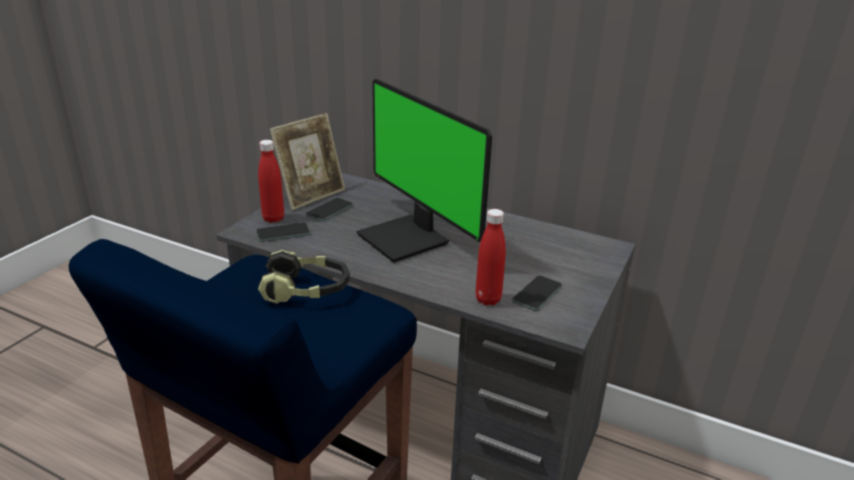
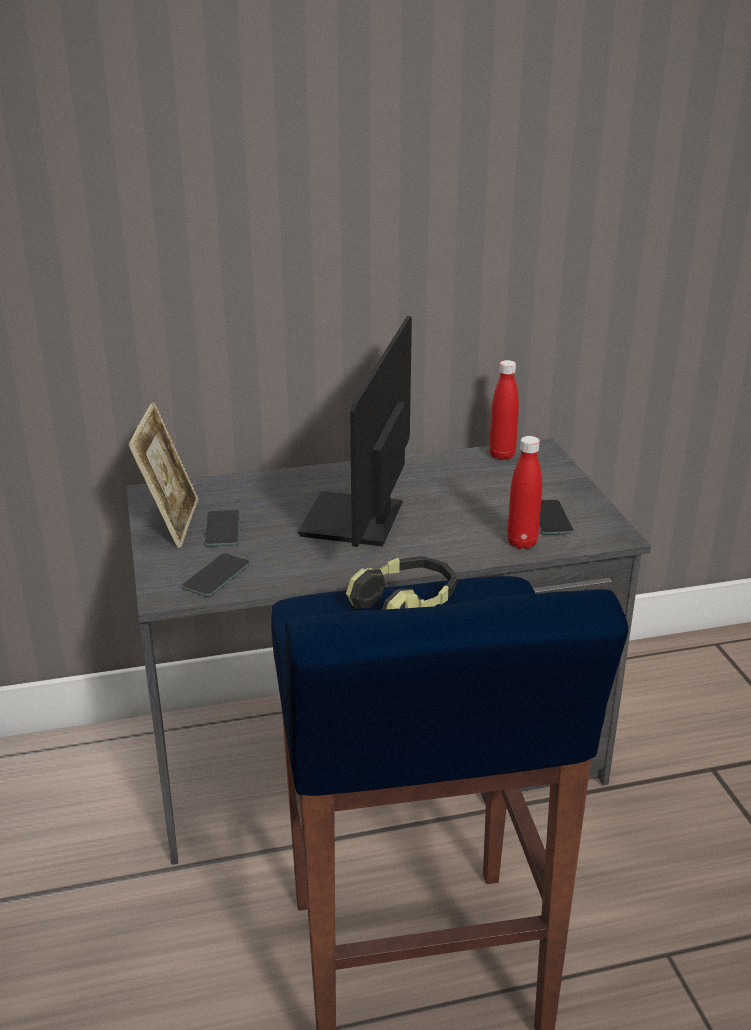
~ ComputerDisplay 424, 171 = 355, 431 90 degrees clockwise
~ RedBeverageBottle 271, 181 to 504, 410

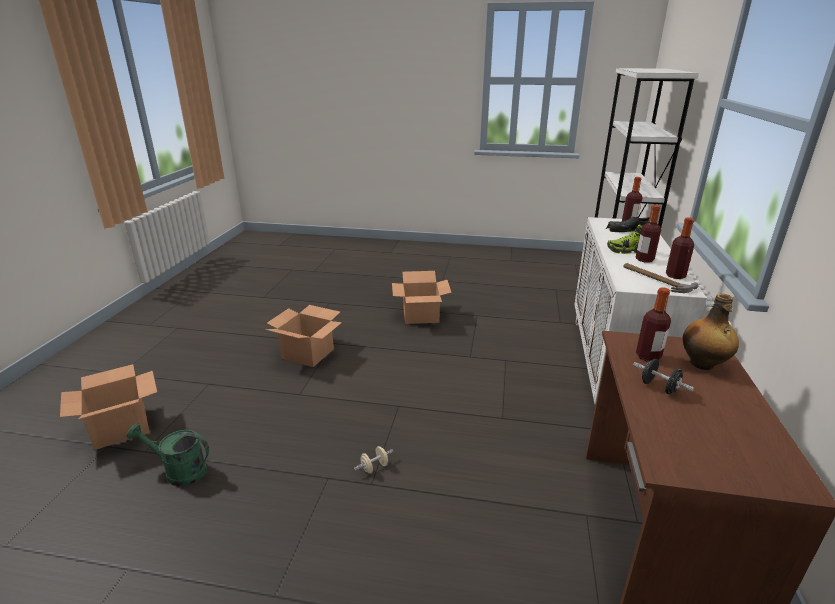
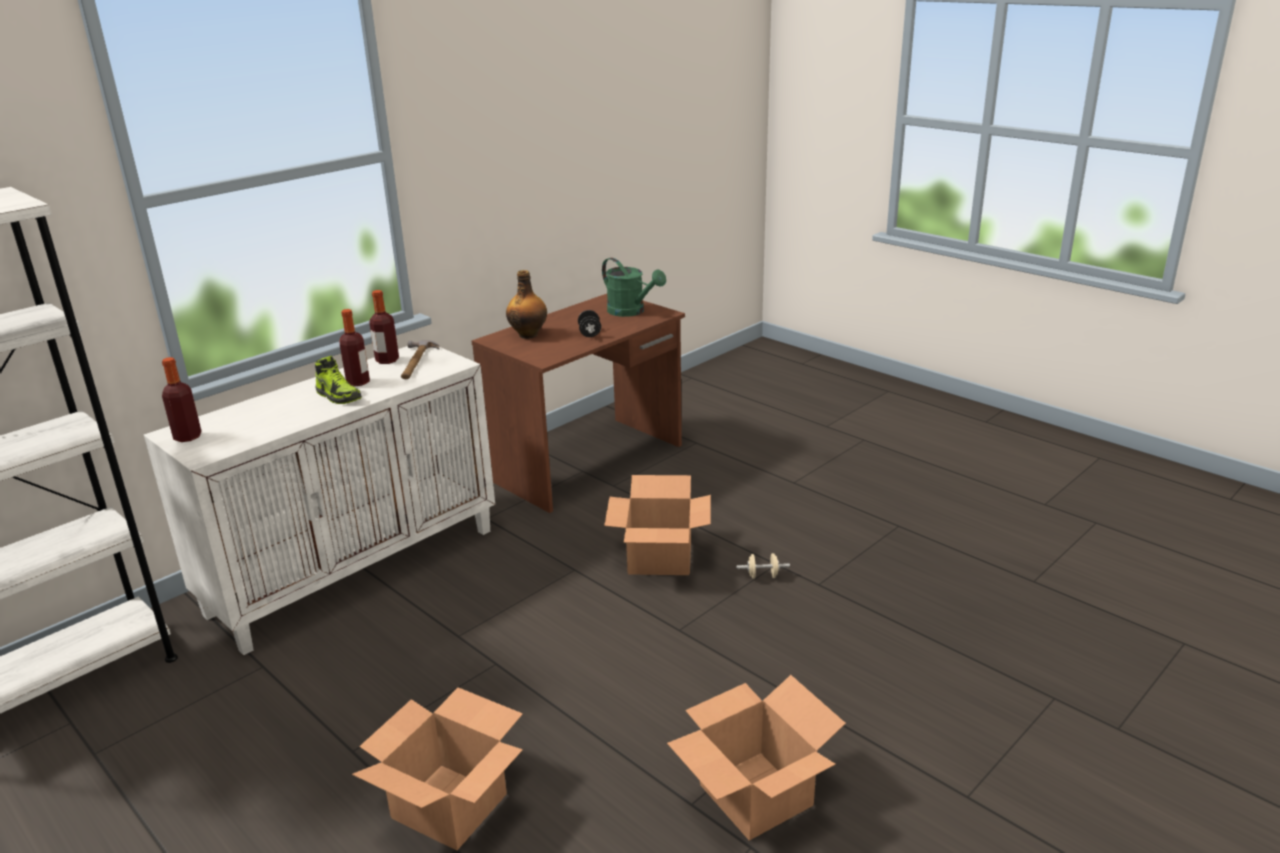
- BlackShoe 628, 224
- BeverageBottle 653, 324
~ Carton 108, 407 to 657, 525
~ GreenWateringPot 168, 454 to 634, 287

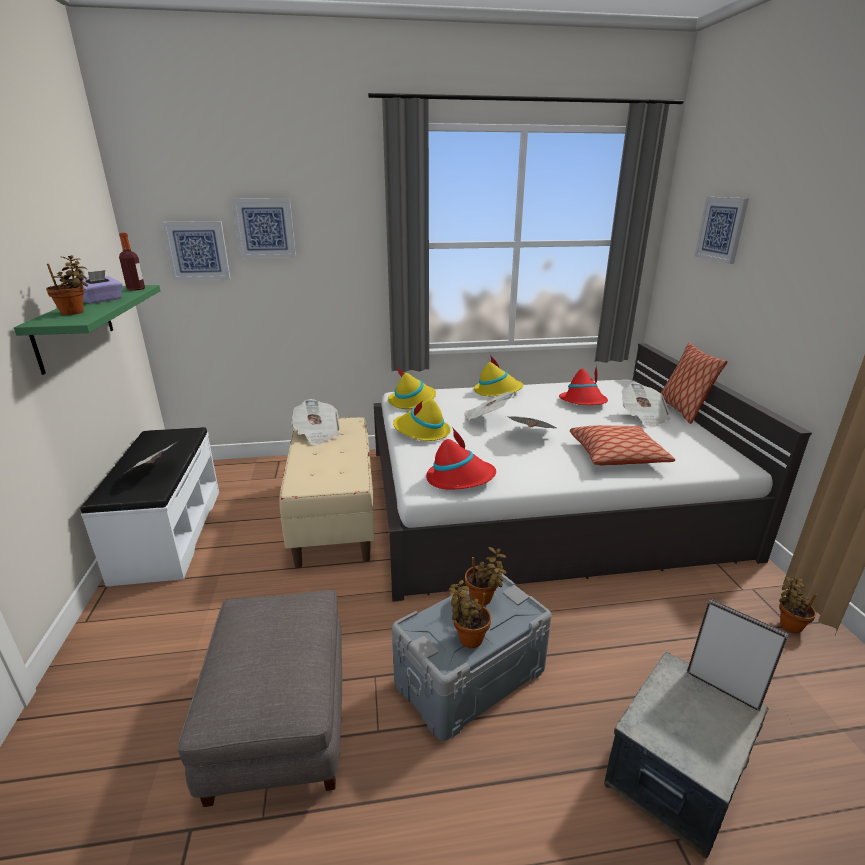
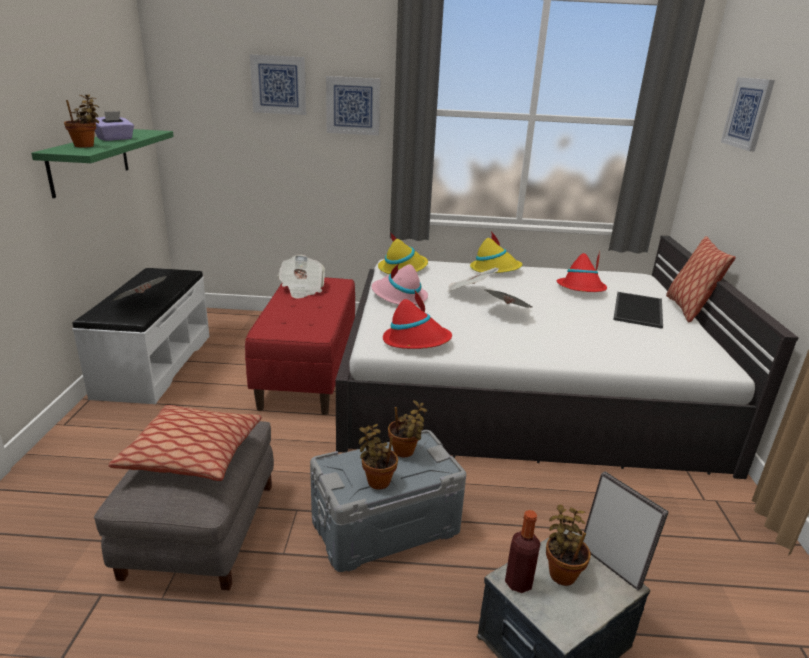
~ WallPicture 196, 250 to 353, 105
~ BeverageBottle 132, 262 to 522, 551
~ DailyPaper 645, 405 to ServingTray 638, 310
~ YellowishHat 422, 420 to PinkHat 400, 284
~ BeigeIndoorBench 327, 492 to RedIndoorBench 300, 346
~ Pillow 622, 445 to 185, 443
~ PottedPlant 798, 605 to 568, 545

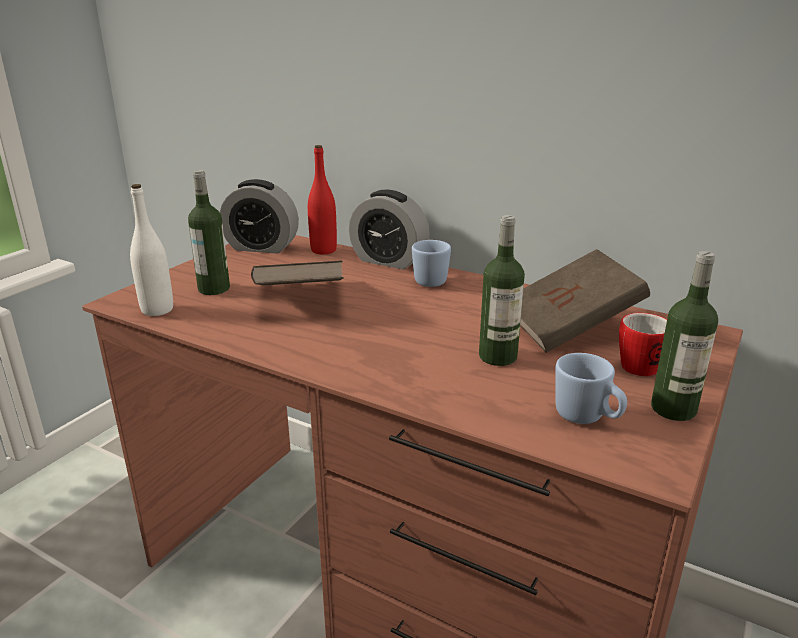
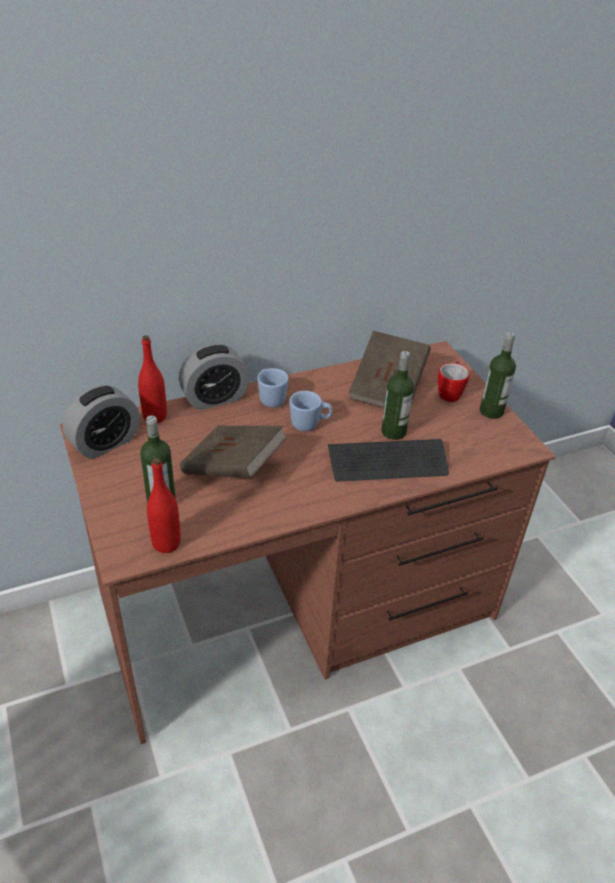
~ WhiteColouredBeverageBottle 151, 250 to RedBeverageBottle 164, 505
~ BlueColouredCoffeeMug 591, 388 to 310, 411
+ PcKeyboard 388, 460

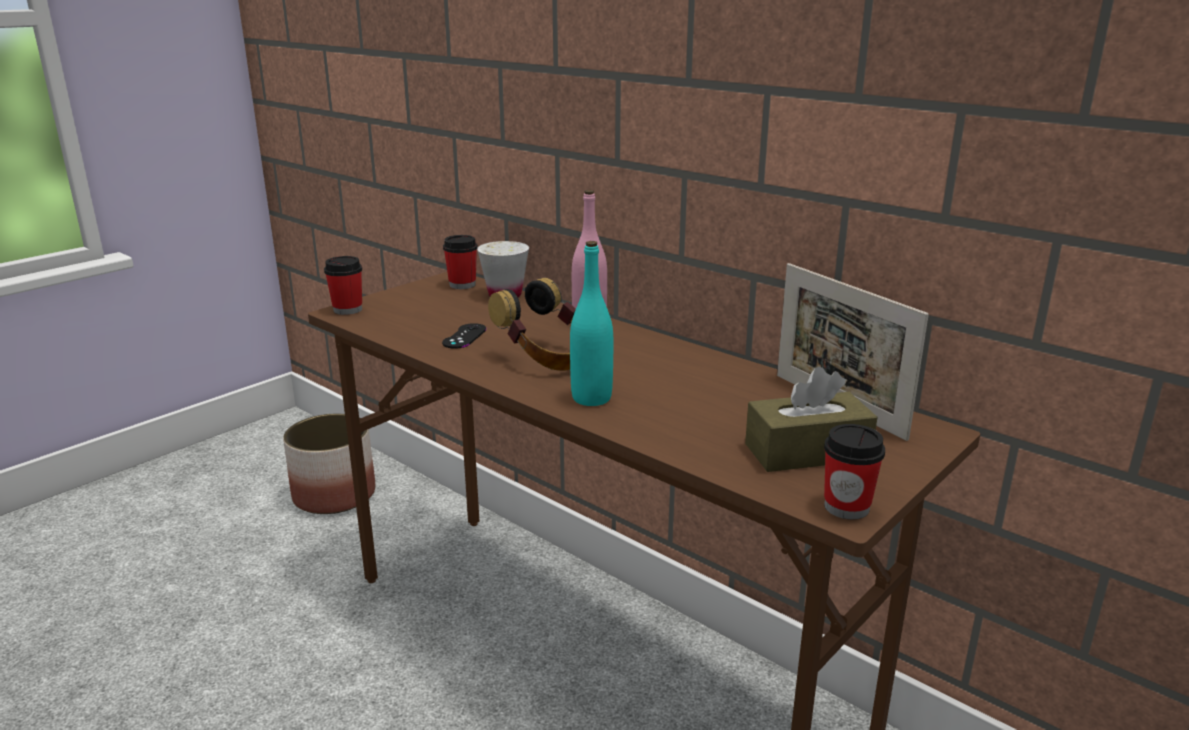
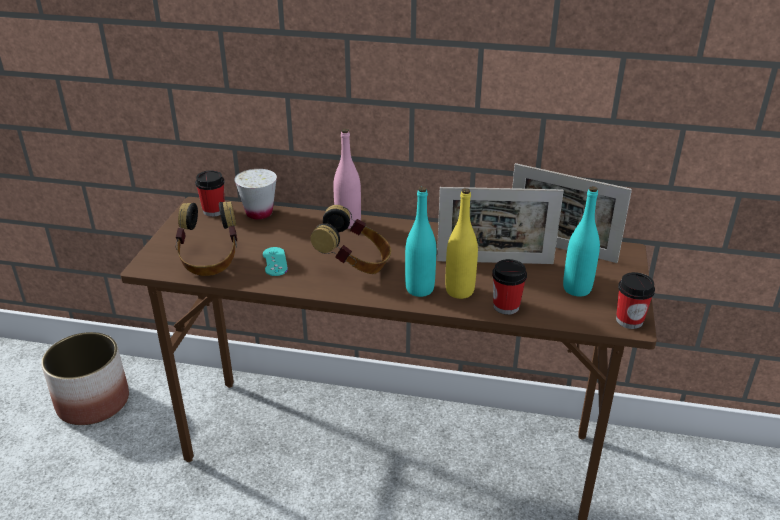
~ DrinkingCup 343, 285 to 509, 287
~ BlackGamepad 464, 336 to BlueGreenGamepad 275, 261
~ BrownBoxOfTissues 811, 419 to BlueGreenBeverageBottle 581, 241
+ StandingFrame 500, 225
+ YellowishBeverageBottle 462, 243
+ Headphones 206, 238

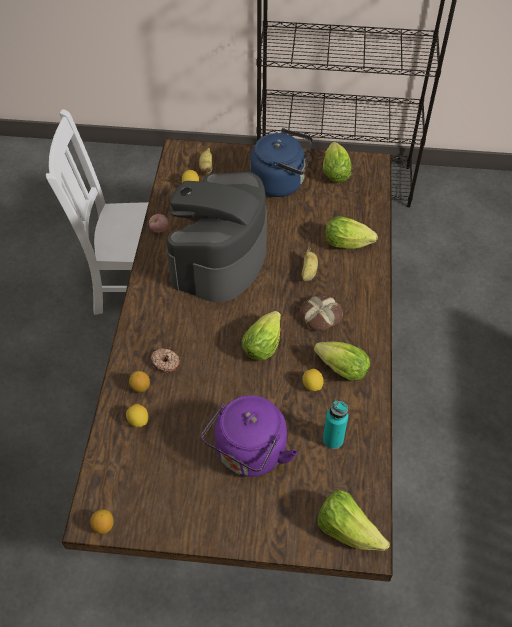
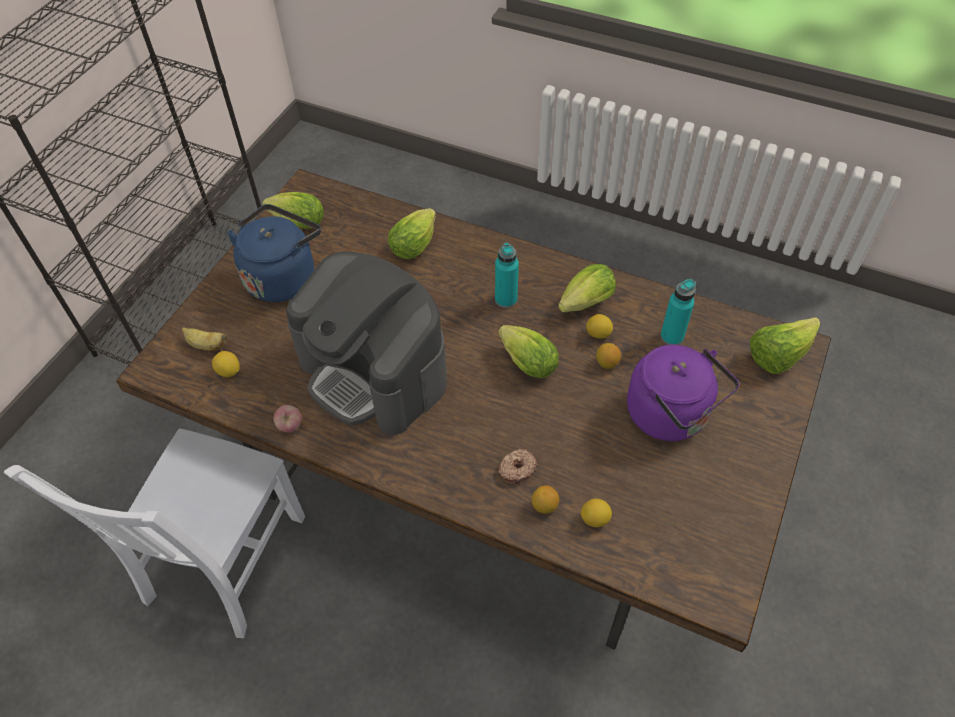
- WholeBanana 310, 264
~ BakeryBread 321, 312 to BlueGreenBeverageBottle 507, 275
~ CitrusFruit 102, 521 to 608, 356

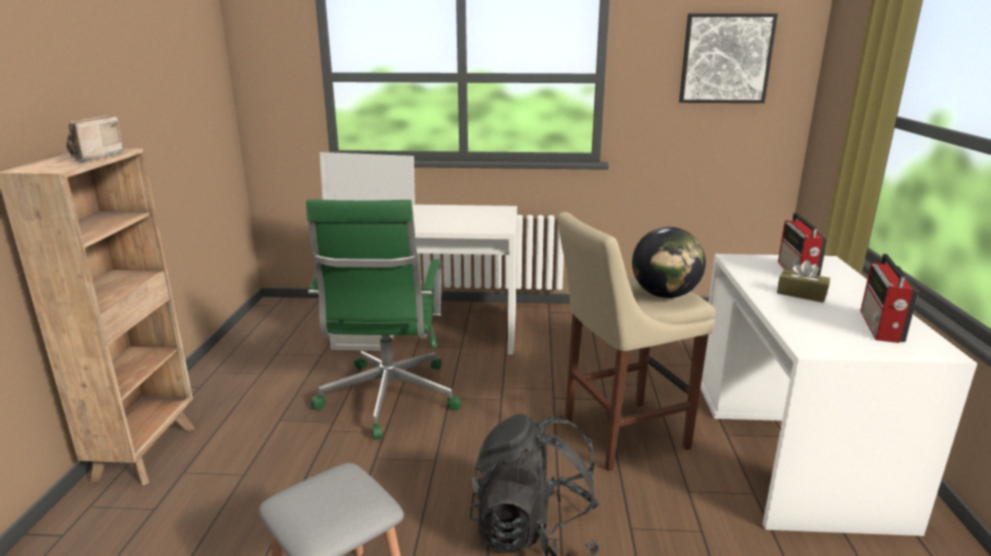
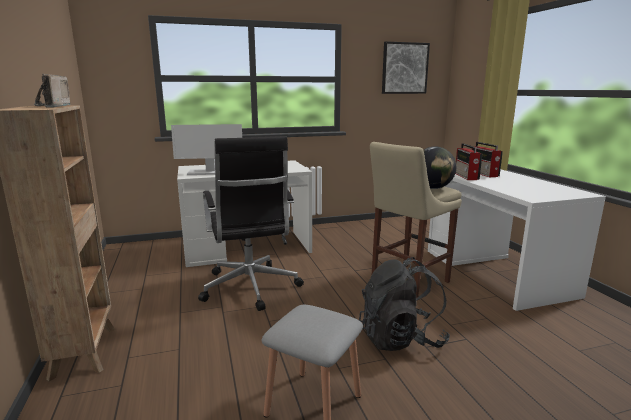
~ GreenDeskChair 383, 319 to BlackDeskChair 251, 223
~ RadioReceiver 889, 298 to 468, 161
- BrownBoxOfTissues 803, 281

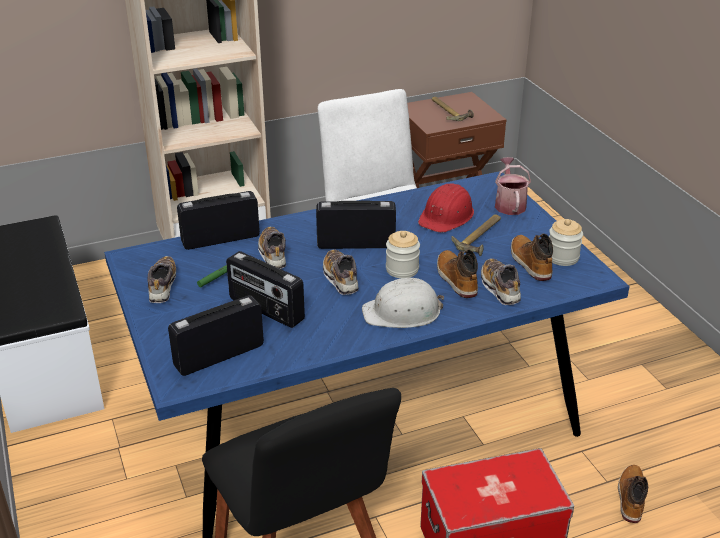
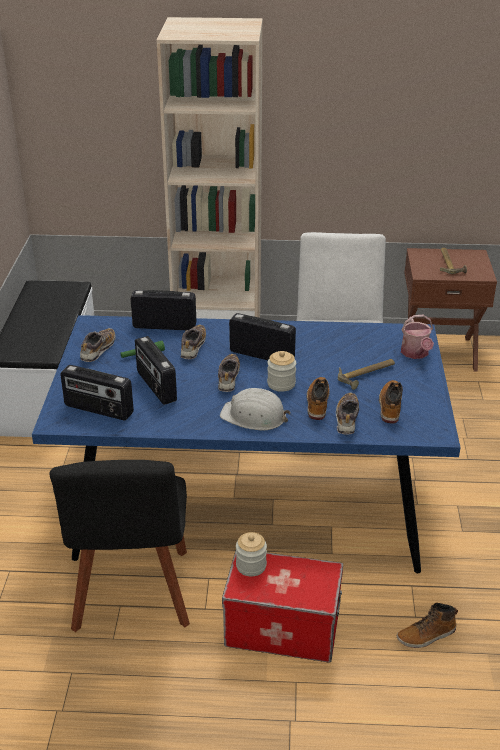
~ WateringPot 513, 186 = 417, 337 150 degrees clockwise
- RedSafetyHelmet 446, 208
~ PreserveJar 566, 242 to 251, 554
~ RadioReceiver 216, 335 = 97, 392 150 degrees counterclockwise
~ TallBoot 633, 494 = 427, 625 150 degrees counterclockwise

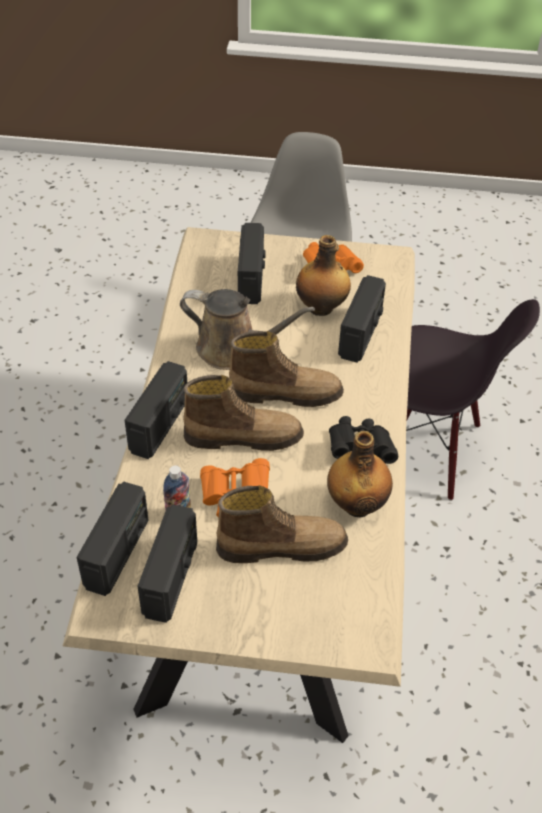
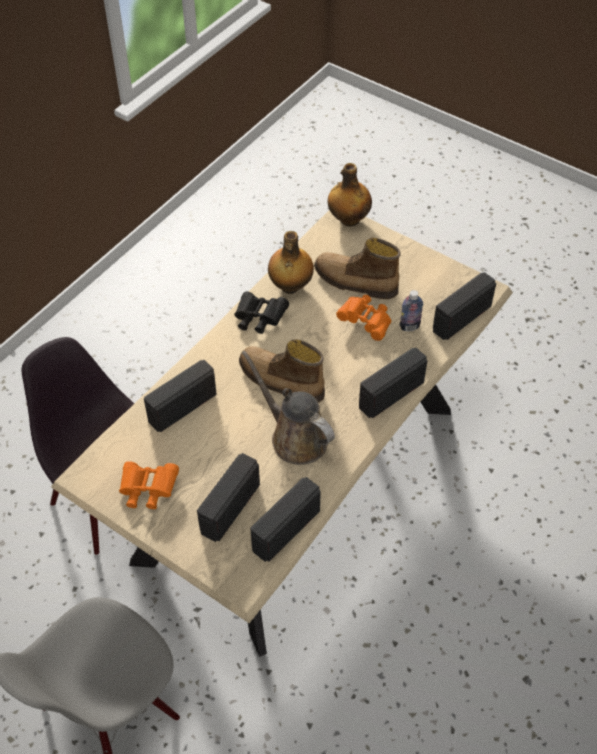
~ BeverageBottle 323, 275 to 350, 195
- TallBoot 243, 413
~ RadioReceiver 167, 564 to 285, 519

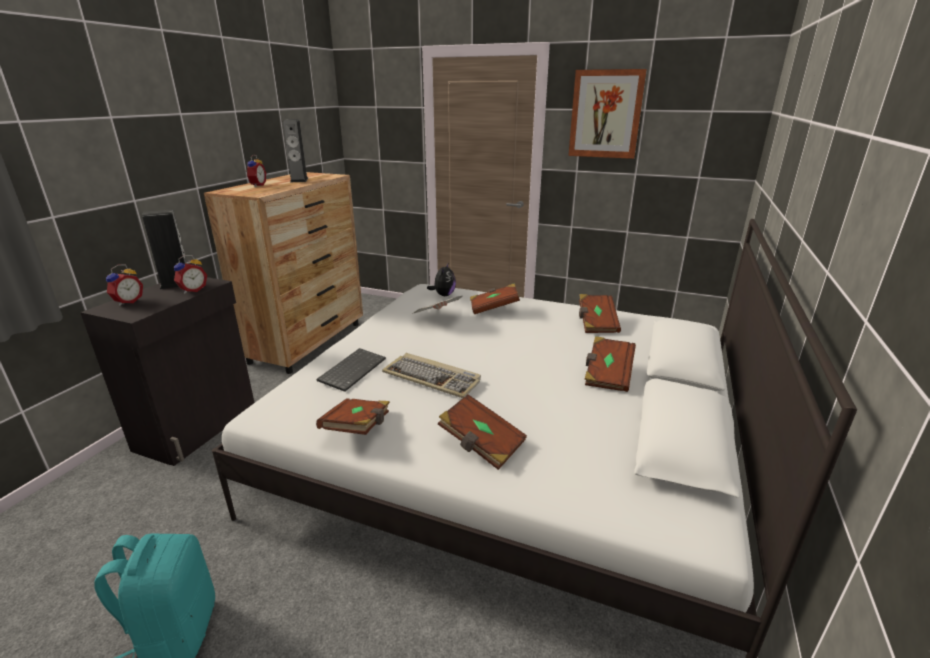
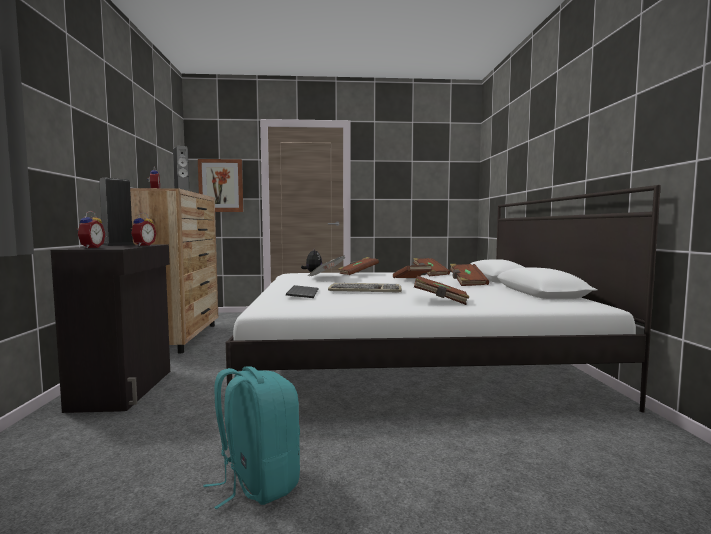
~ WallPicture 607, 114 to 220, 185
~ BrownBoundBook 353, 416 to 412, 271

